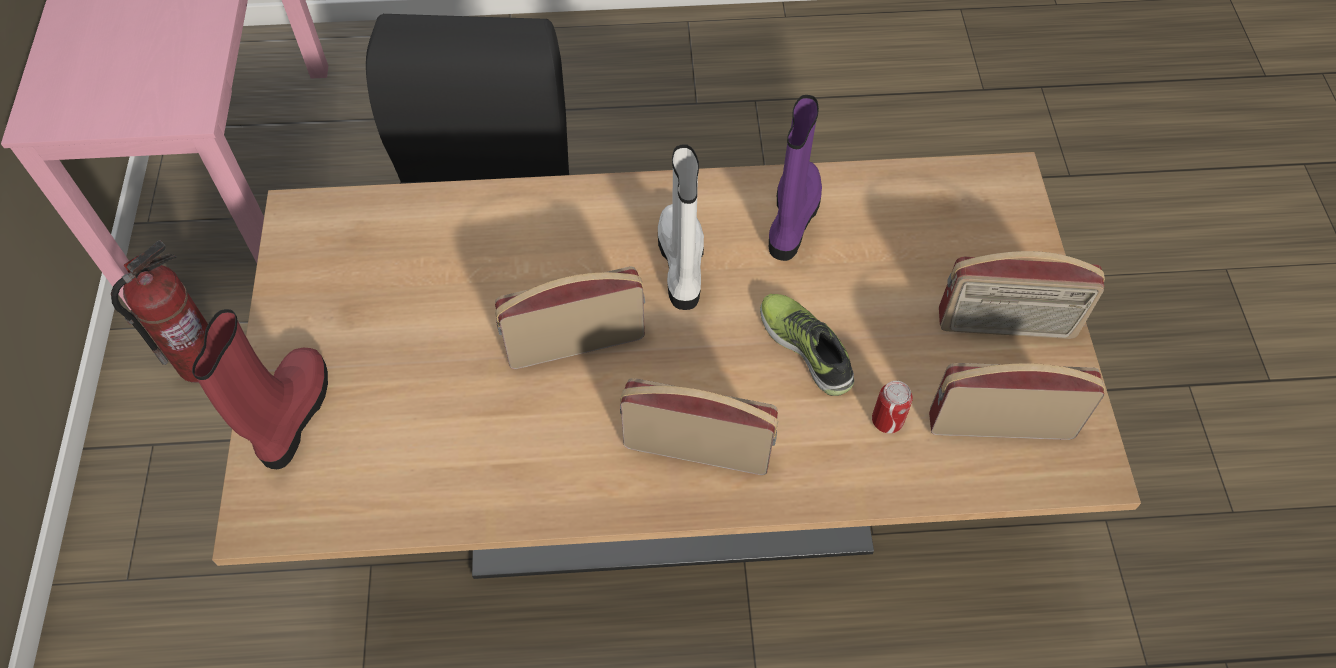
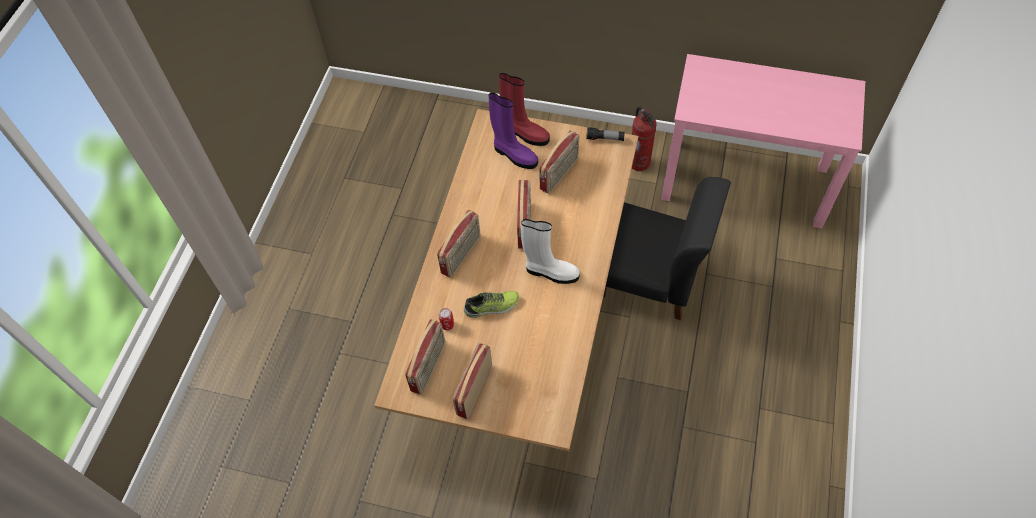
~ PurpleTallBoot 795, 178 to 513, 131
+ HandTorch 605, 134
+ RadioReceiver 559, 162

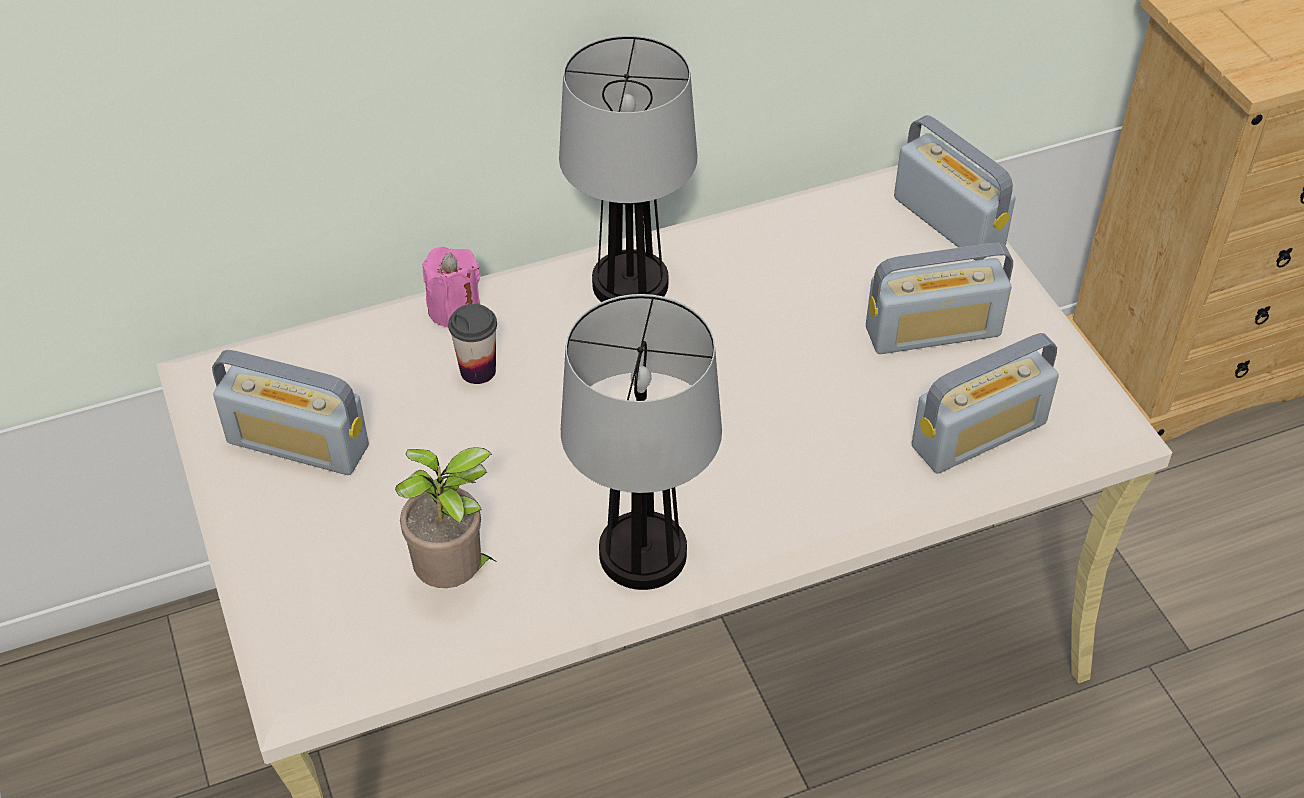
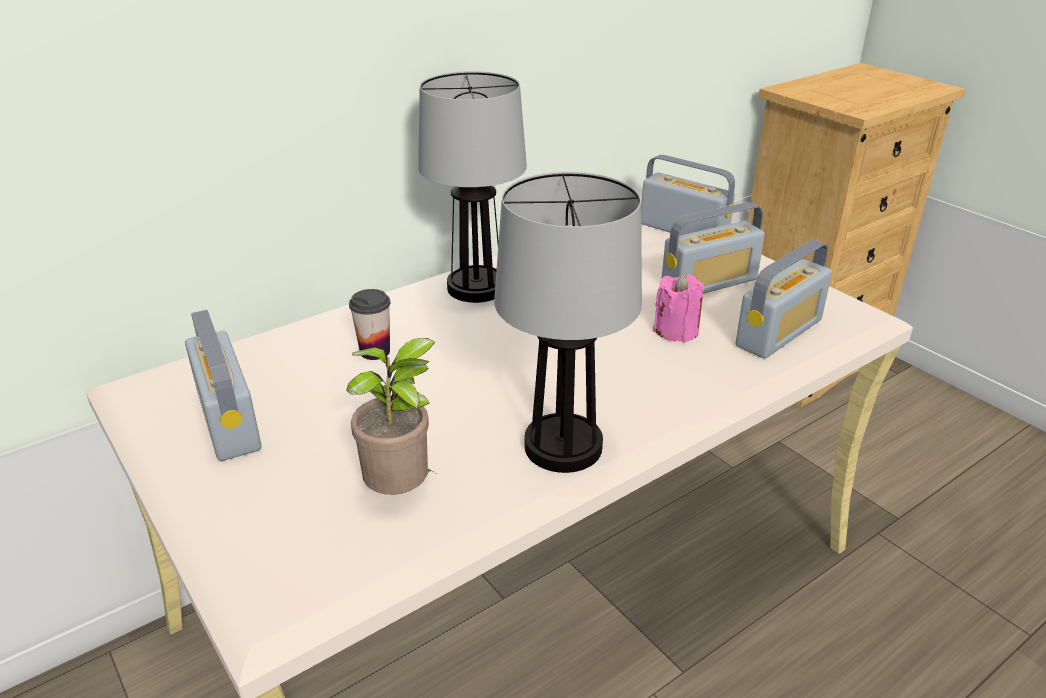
~ PinkWaxCandle 451, 288 to 678, 308
~ RadioReceiver 290, 412 = 223, 385 60 degrees clockwise

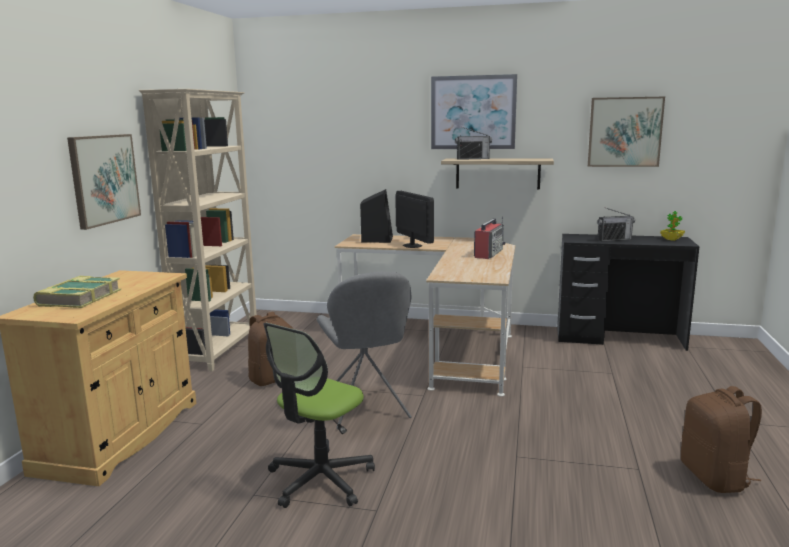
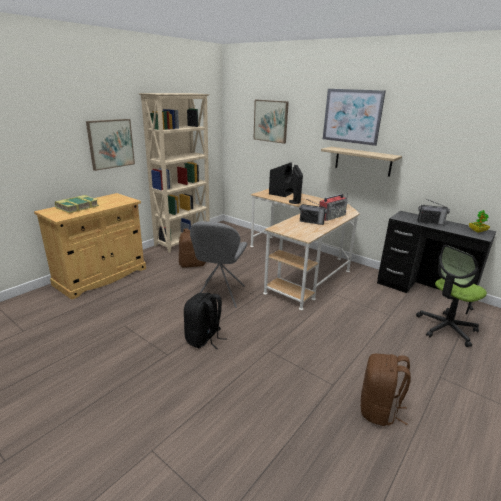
~ WallPicture 626, 132 to 271, 122
~ RadioReceiver 473, 143 to 313, 212
~ DeskChair 319, 415 to 451, 296
+ BlackKnapsack 205, 321

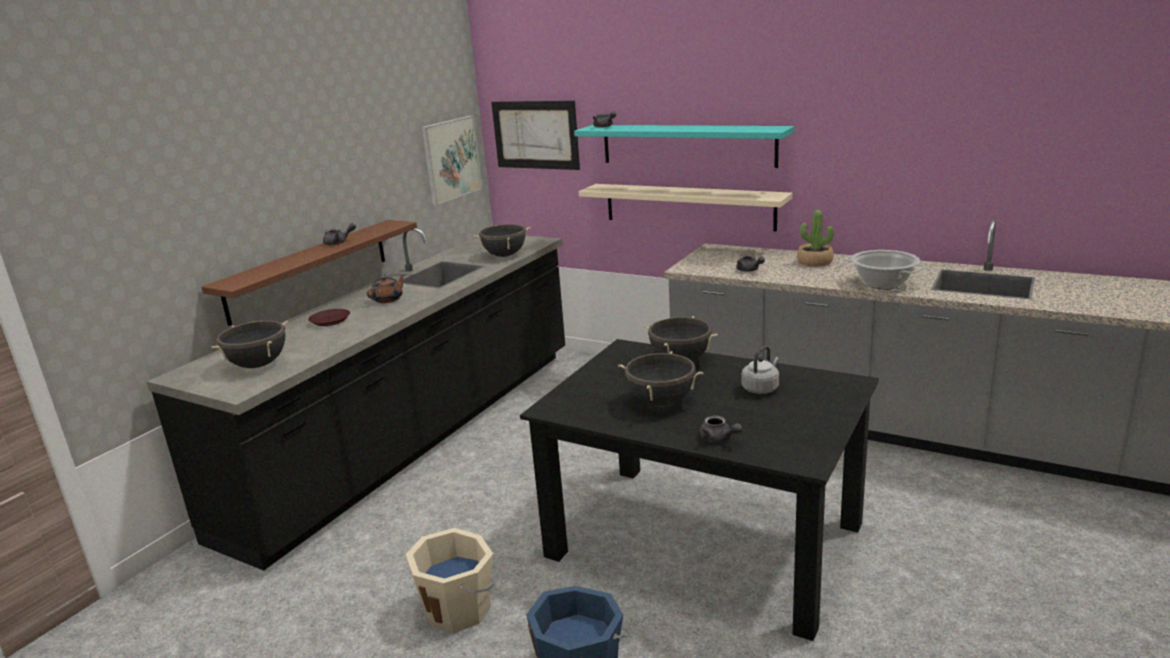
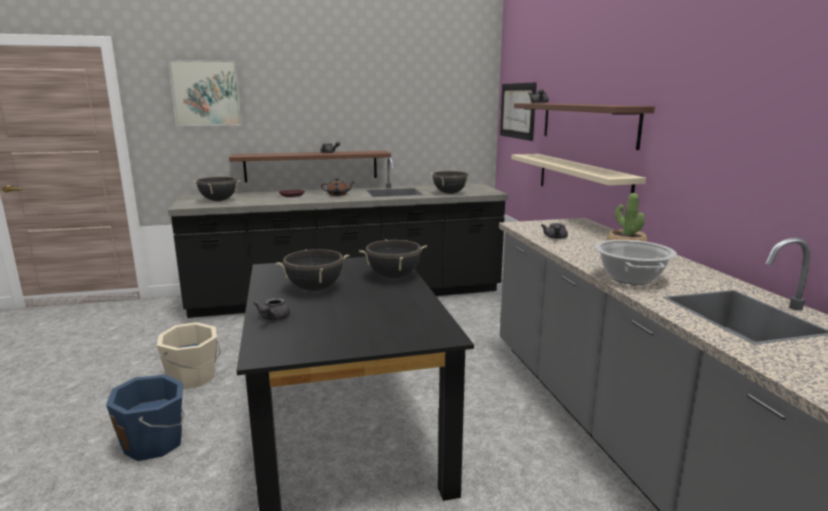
~ WallPicture 452, 160 to 205, 93
~ BlueGreenBracketShelf 684, 146 to BrownBracketShelf 584, 126
- GreyishTeaKettle 760, 370

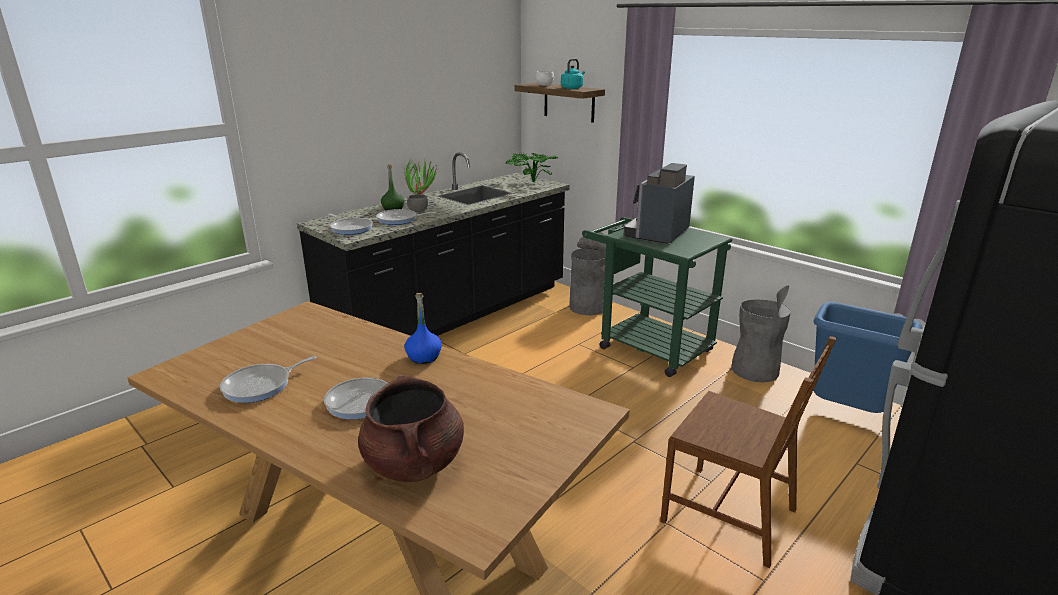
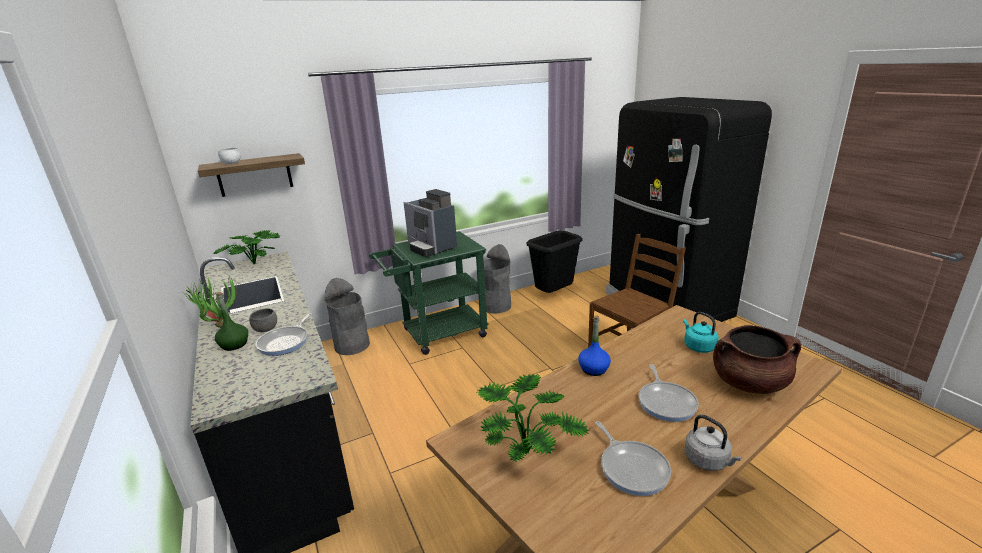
~ BlueGreenTeaKettle 573, 74 to 701, 332
- FryingPan 351, 224
~ BlueColouredRubbishBin 867, 357 to BlackRubbishBin 554, 261
+ PottedPlant 533, 418
+ GreyishTeaKettle 713, 443

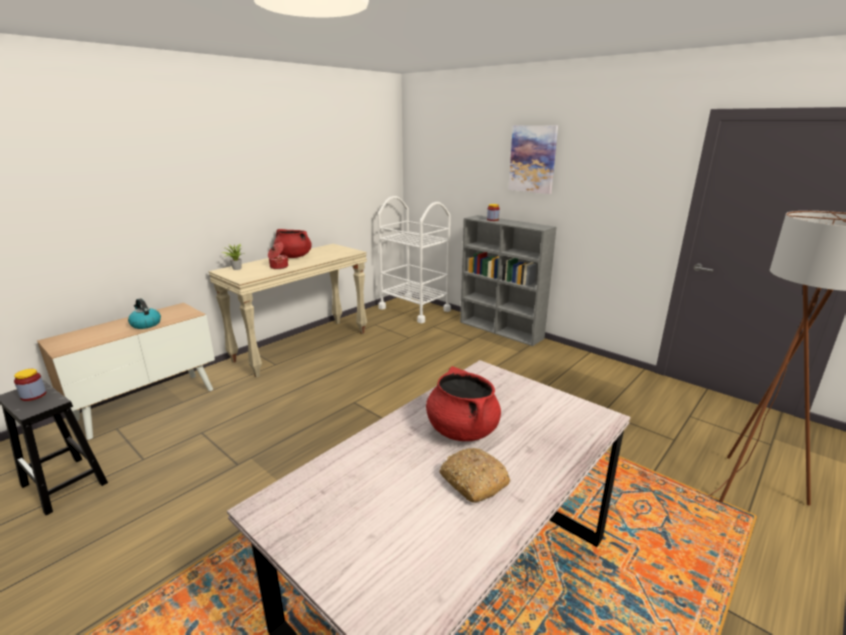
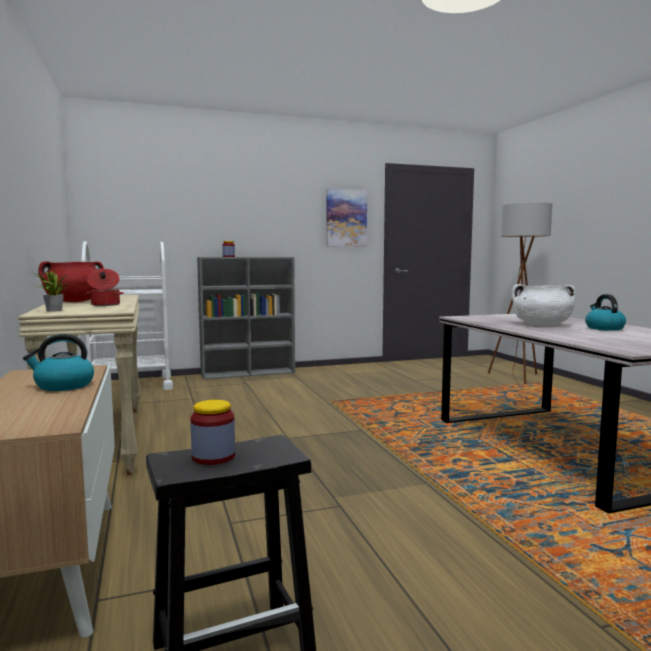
~ WallPicture 533, 159 to 346, 218
~ RedStockpot 463, 403 to WhiteColouredStockpot 543, 305
~ BakeryBread 474, 475 to TeaKettle 605, 312

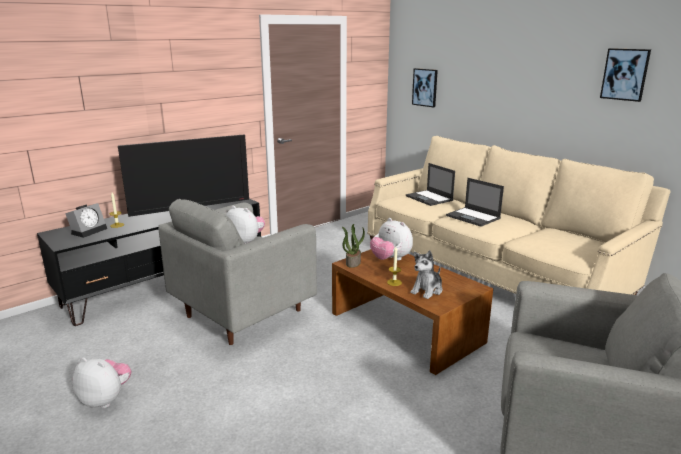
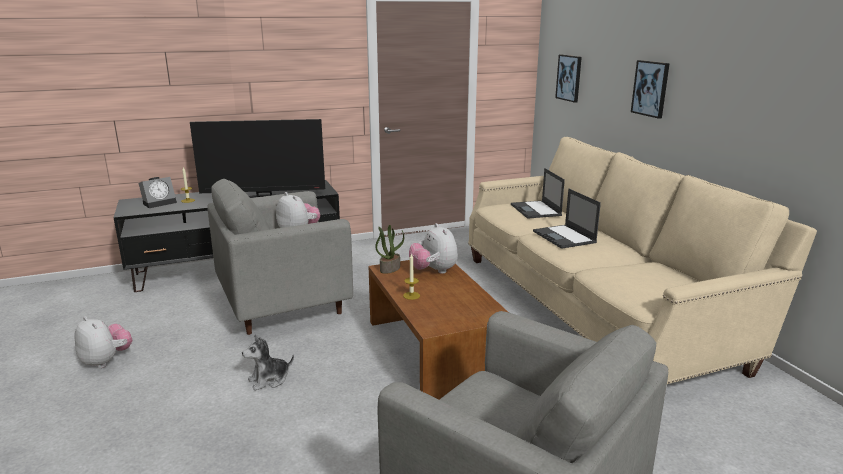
~ WallPicture 625, 75 to 650, 89
~ CuddlyToy 426, 274 to 268, 363

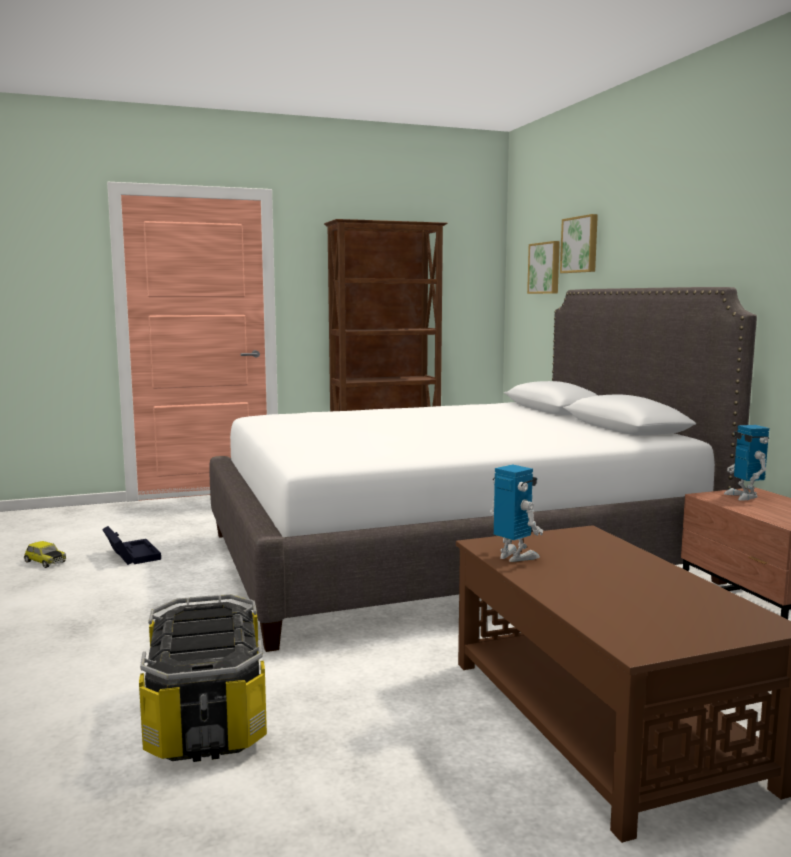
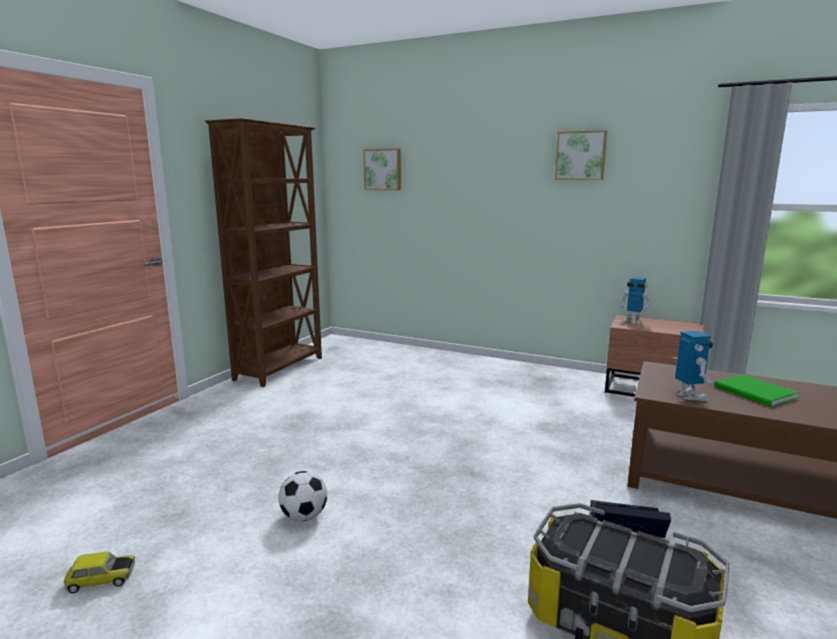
~ WallPicture 579, 243 to 581, 155
- WhiteColouredSleepingBed 483, 469
~ ModelRobot 516, 513 = 694, 366 75 degrees clockwise
~ BlackStorageBin 131, 545 to 630, 519
+ GreenBoundBook 756, 390
+ Football 302, 496

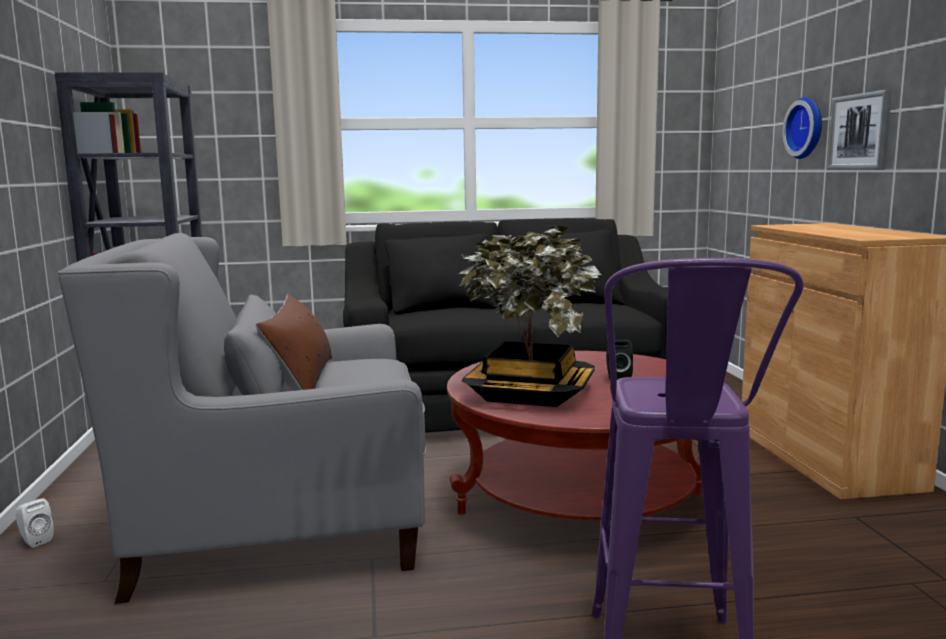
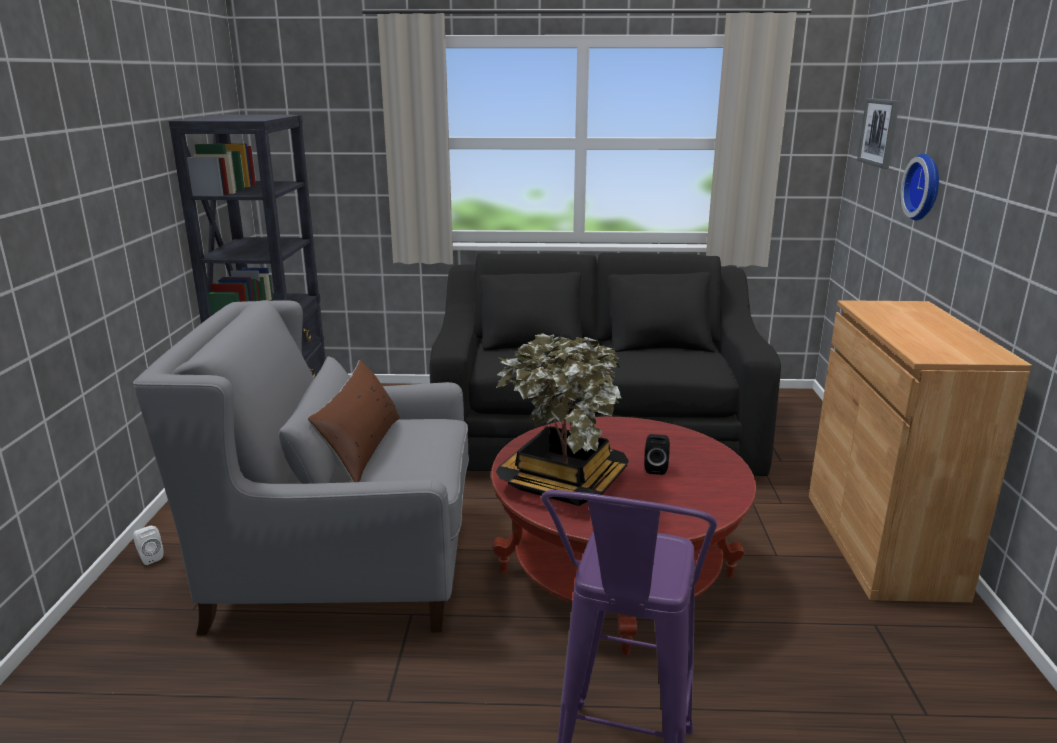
~ WallPicture 859, 129 to 878, 133

